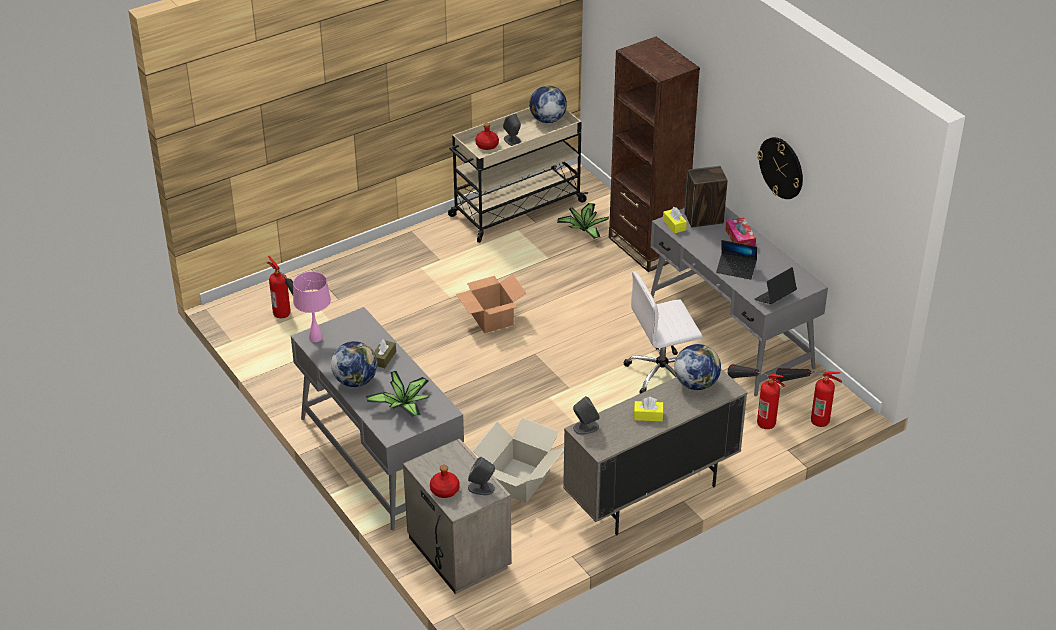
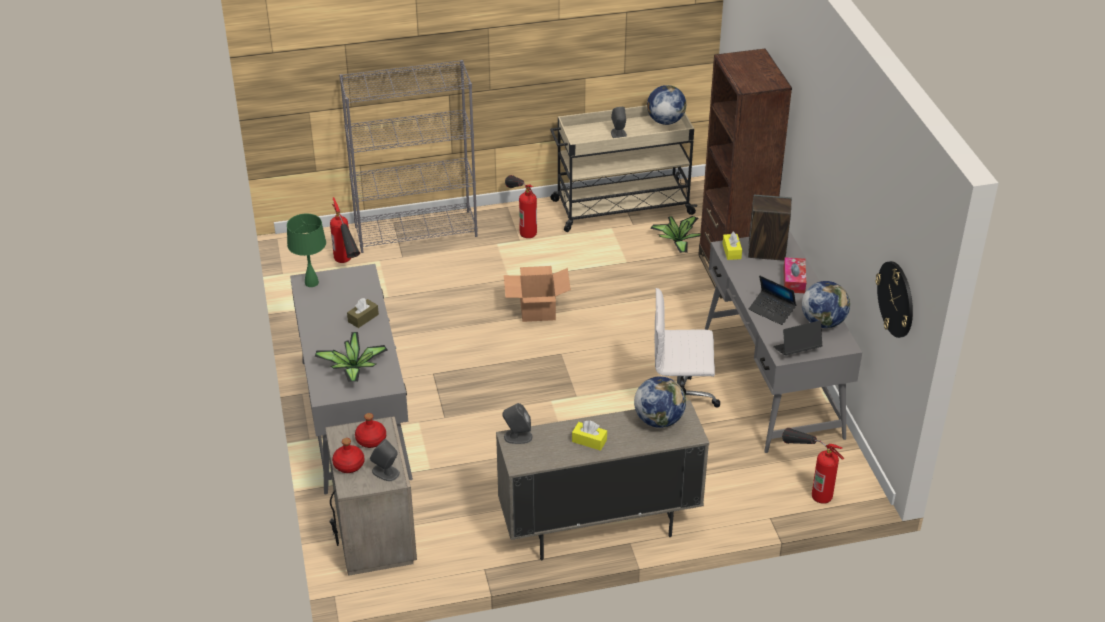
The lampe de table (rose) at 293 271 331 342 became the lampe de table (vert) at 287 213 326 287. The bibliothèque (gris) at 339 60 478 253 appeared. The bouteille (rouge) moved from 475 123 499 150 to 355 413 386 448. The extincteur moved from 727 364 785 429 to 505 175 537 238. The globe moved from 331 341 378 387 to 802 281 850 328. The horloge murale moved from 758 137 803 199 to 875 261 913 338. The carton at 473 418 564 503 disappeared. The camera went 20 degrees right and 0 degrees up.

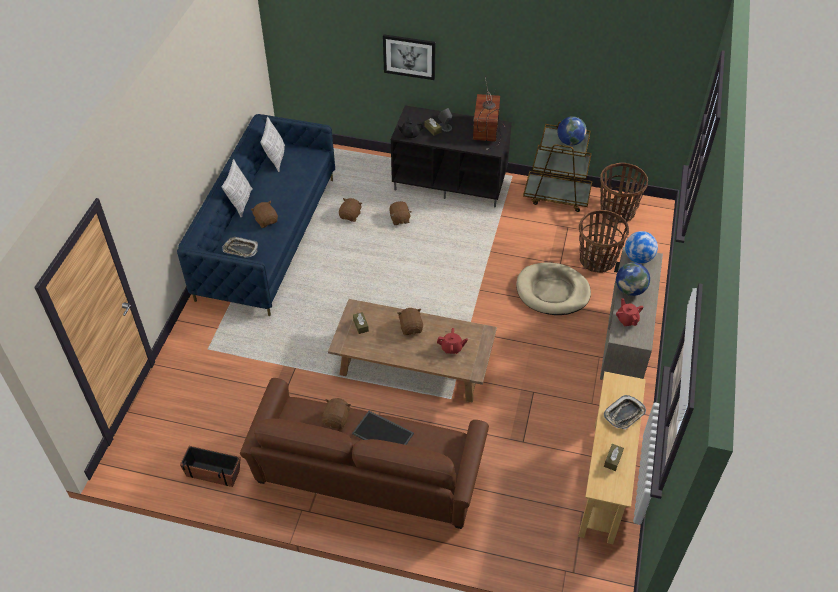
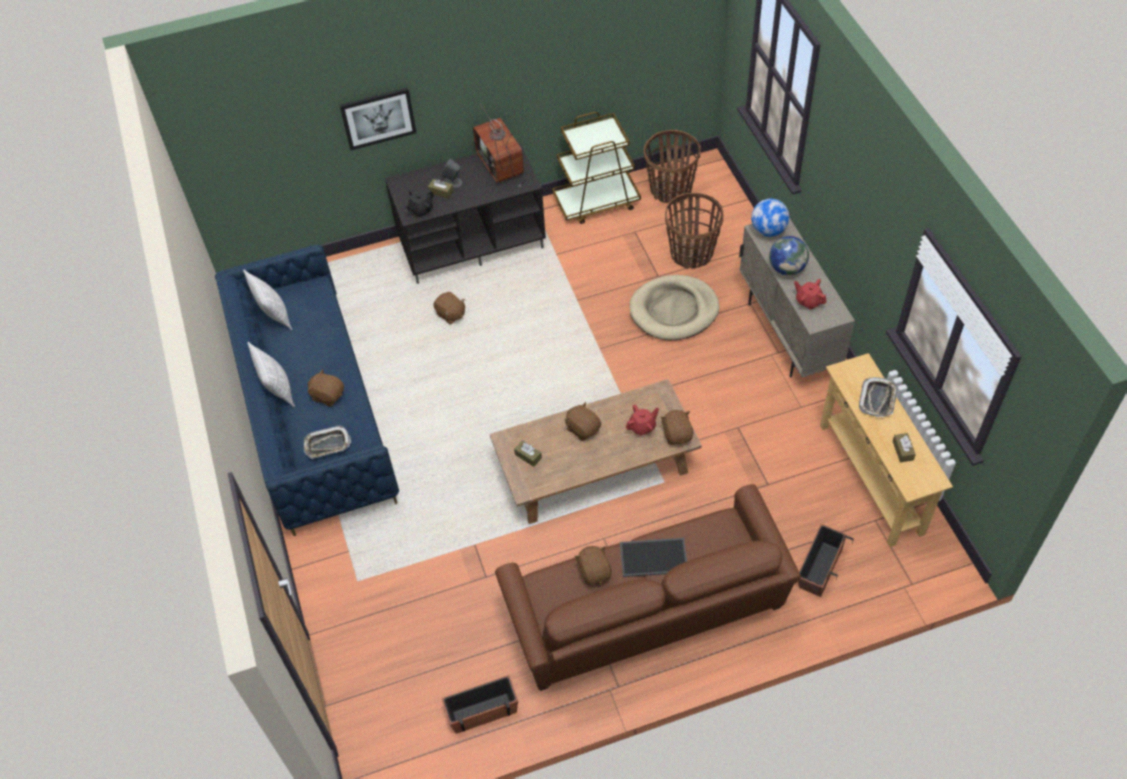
The peluche (marron) moved from 339 198 362 222 to 660 410 693 445. The cache-pot at 798 524 854 597 appeared. The globe at 557 116 587 146 disappeared. The camera went 30 degrees left and 5 degrees up.

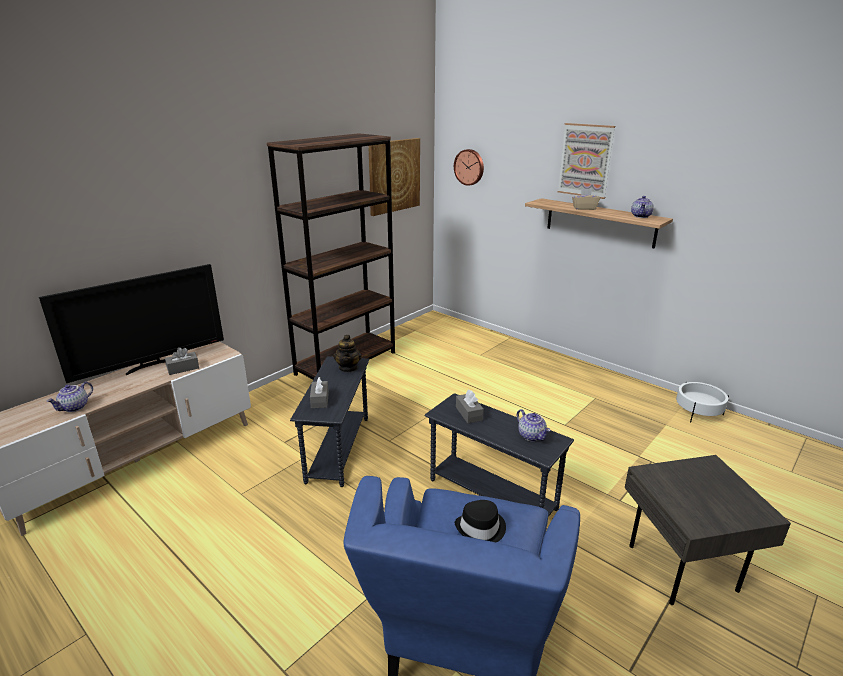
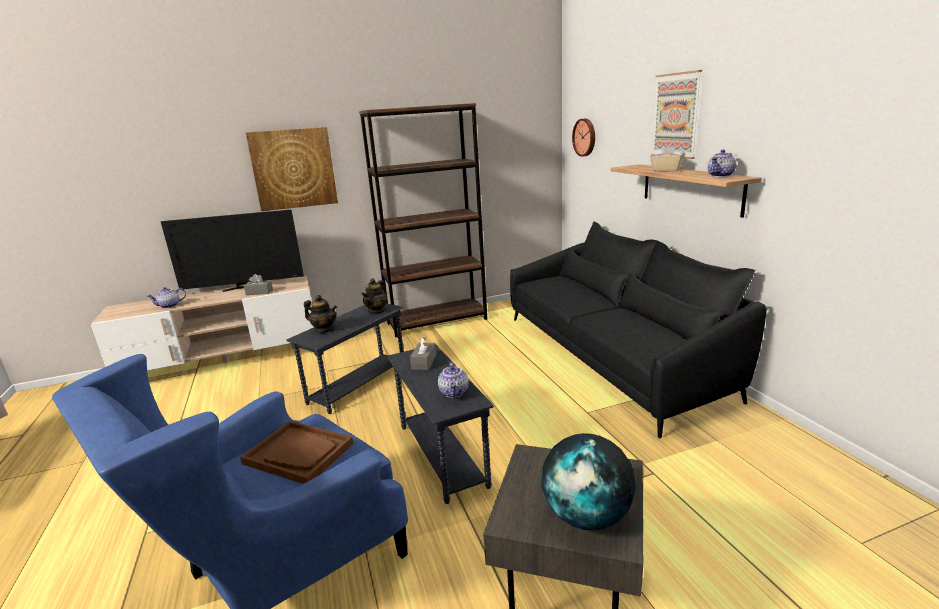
The chapeau (noir) at 455 500 506 543 was replaced by the plateau (marron) at 240 421 354 484. The tableau moved from 368 138 420 216 to 246 127 338 211. The boîte à mouchoirs (gris) at 310 377 329 408 was replaced by the théière at 304 295 337 333. The canapé (noir) at 510 222 767 439 appeared. The globe at 542 433 636 531 appeared. The cache-pot (blanc) at 676 382 729 422 disappeared. The camera went 30 degrees right and 5 degrees down.

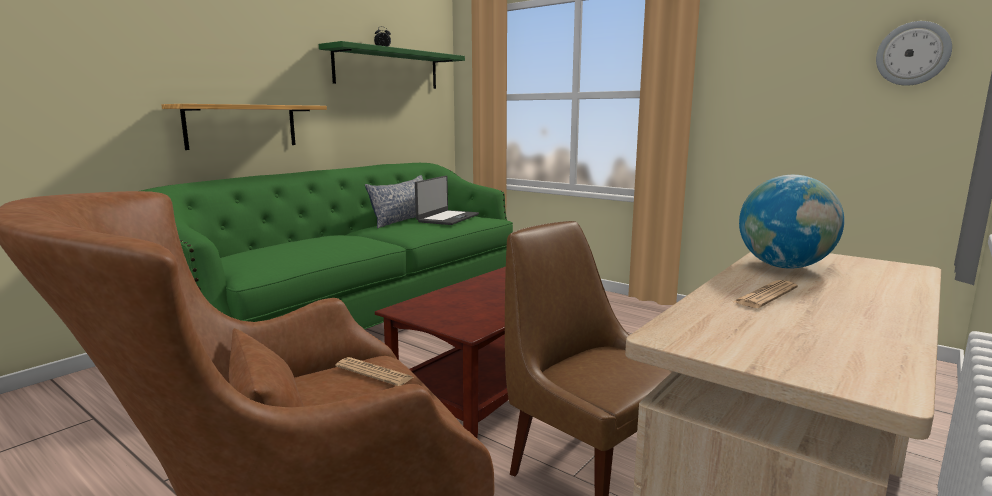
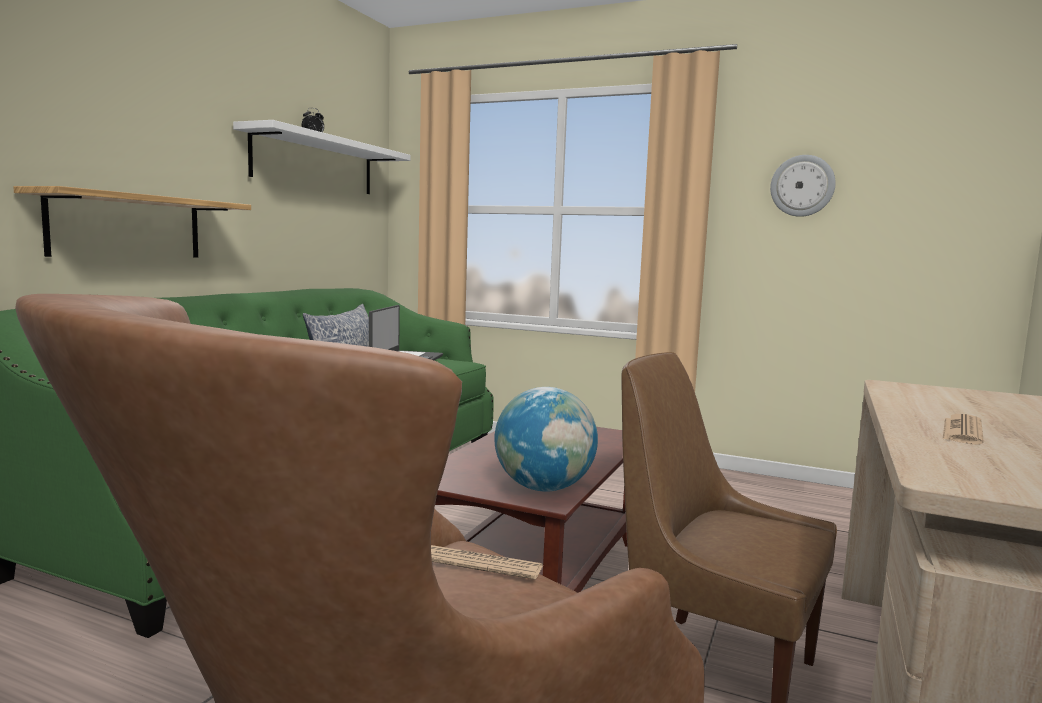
The étagère (vert) at 319 41 465 89 became the étagère (blanc) at 233 120 410 194. The globe moved from 739 175 844 269 to 494 387 598 492. The horloge murale moved from 876 21 952 86 to 770 155 836 217. The camera went 15 degrees left and 5 degrees down.

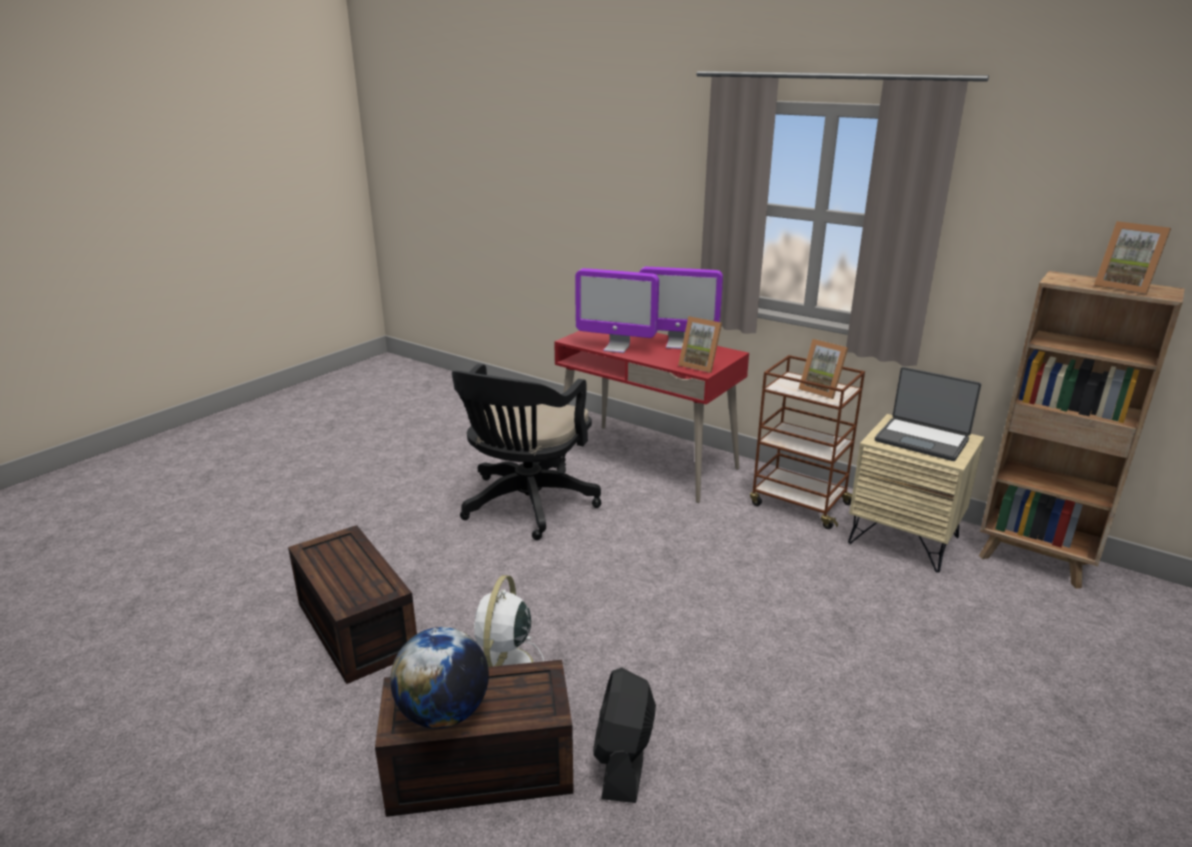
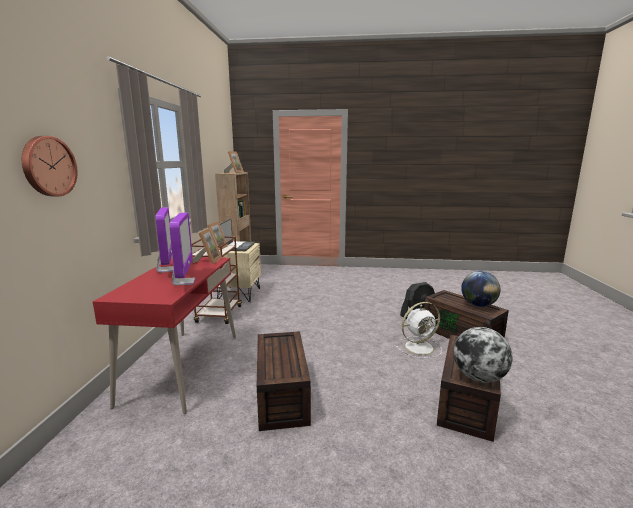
The horloge murale at 22 136 78 196 appeared. The chaise de bureau (noir) at 452 364 601 540 was replaced by the boîte de rangement (marron) at 257 331 311 431. The globe at 454 327 513 383 appeared. The camera went 120 degrees left and 10 degrees down.

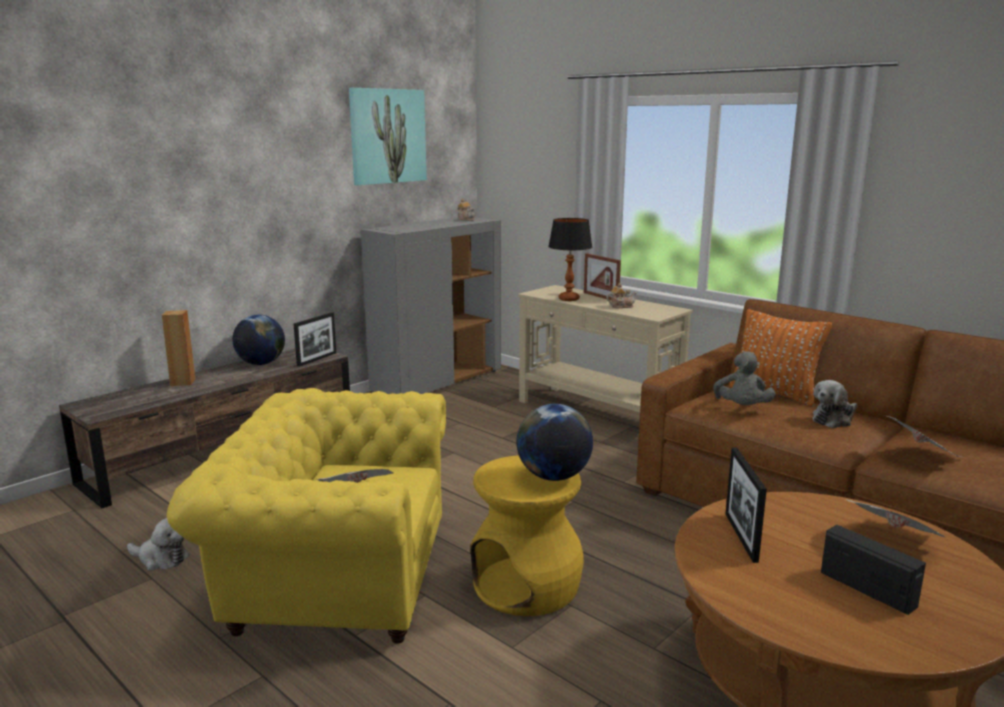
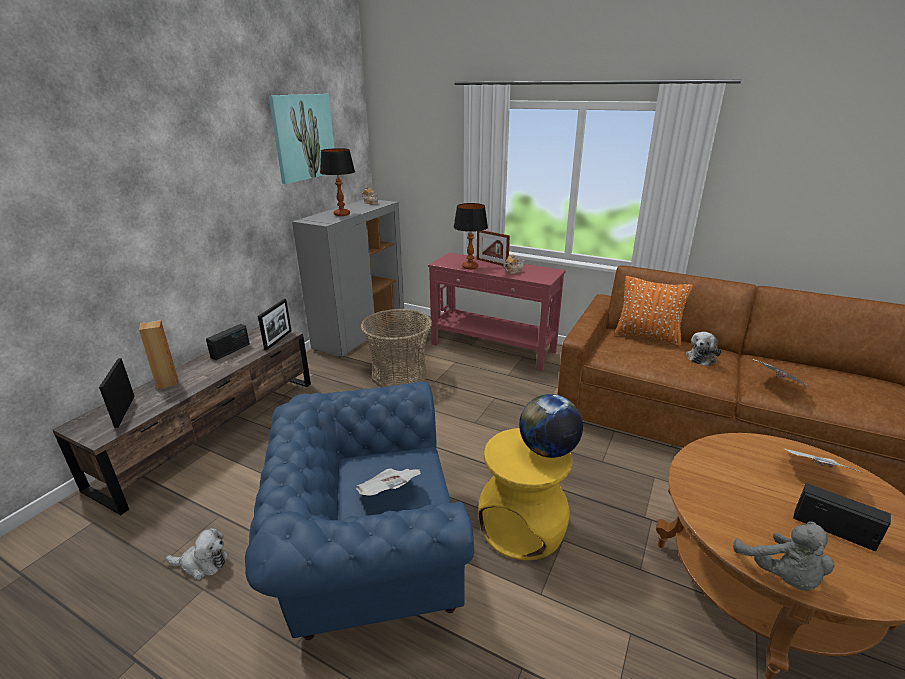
The cadre photo moved from 725 448 767 563 to 99 358 135 428. The globe at 232 315 285 365 was replaced by the radio at 206 324 250 360. The fauteuil (jaune) at 167 388 446 644 became the fauteuil (bleu) at 245 382 474 640. The lampe de table at 320 148 355 216 appeared. The panier at 360 309 432 388 appeared. The table console (beige) at 518 285 693 412 became the table console (rouge) at 428 253 566 371. The peluche (gris) moved from 713 352 775 405 to 733 521 835 591. The camera went 15 degrees left and 10 degrees up.

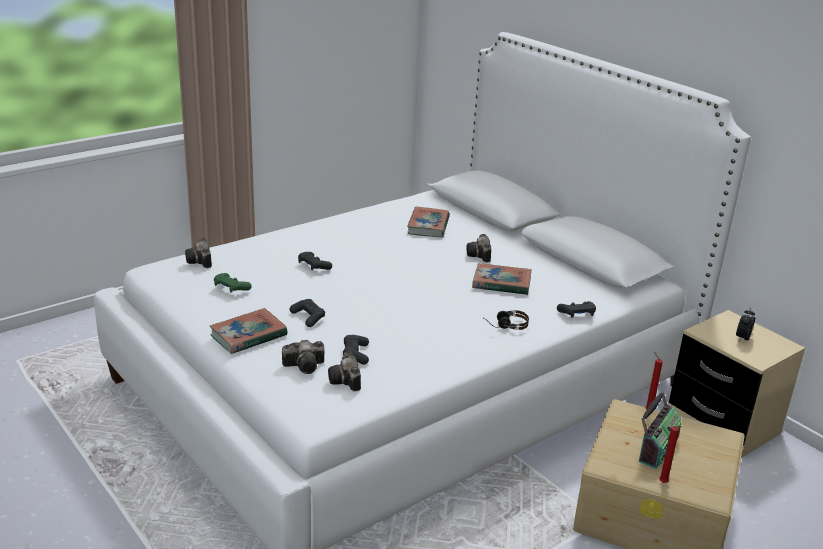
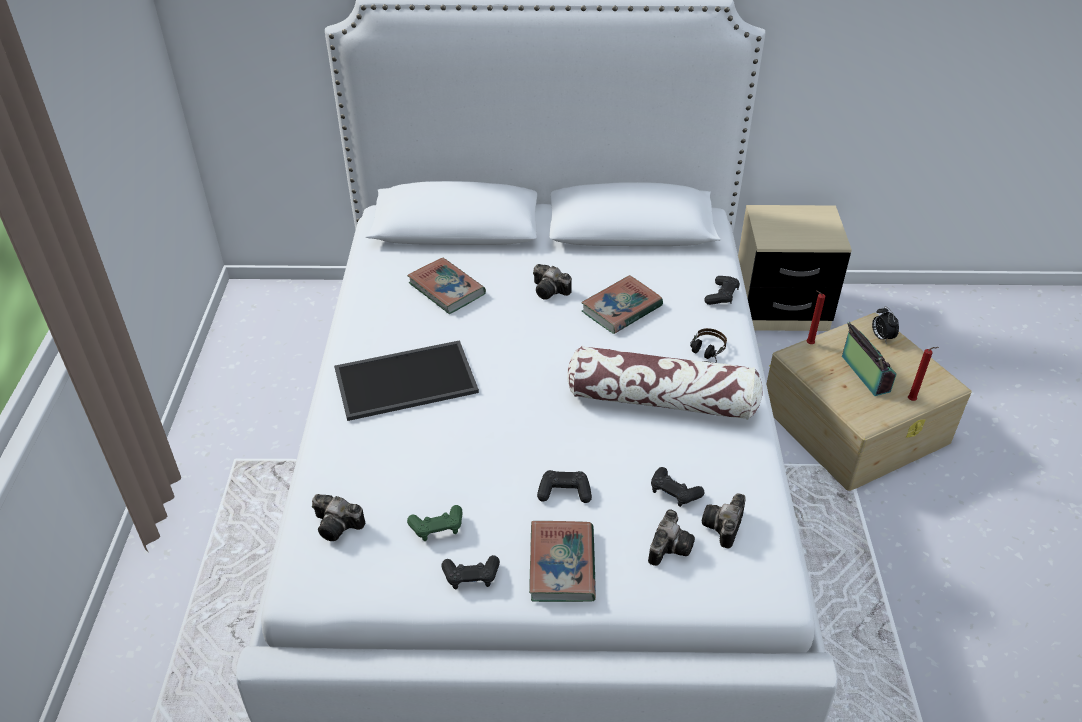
The plateau at 334 340 479 421 appeared. The manette (noir) moved from 298 252 332 270 to 441 555 500 589. The coussin at 567 346 763 420 appeared. The appareil photo at 328 351 361 391 turned 90 degrees clockwise. The réveil moved from 736 308 755 342 to 872 306 899 342. The camera went 50 degrees left and 15 degrees up.

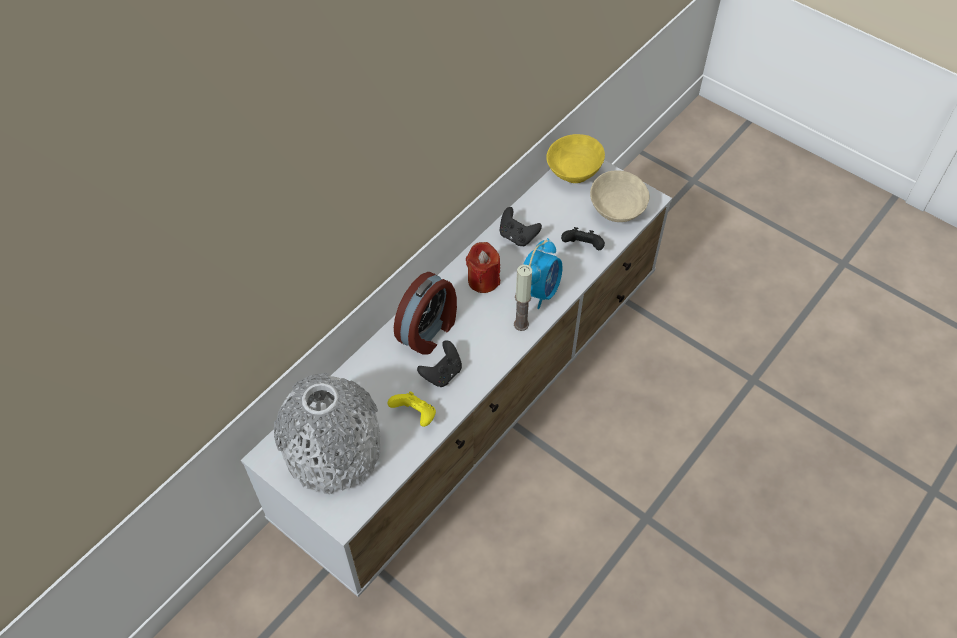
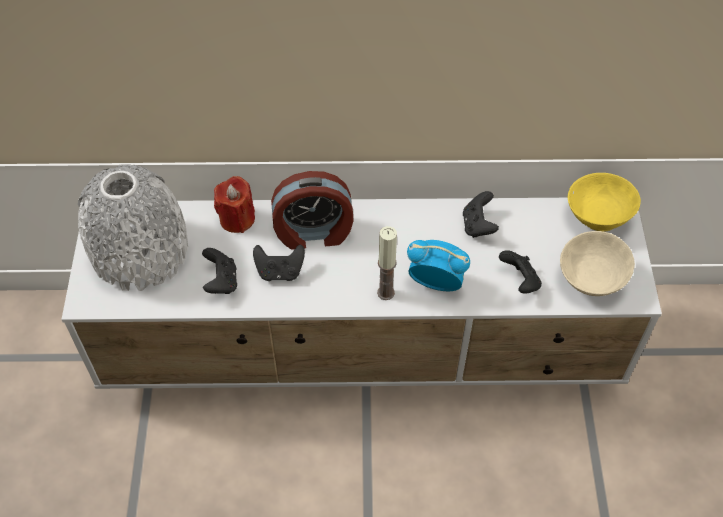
The manette (jaune) at 388 392 436 427 became the manette (noir) at 202 248 237 294. The bougie (rouge) moved from 466 242 500 293 to 214 176 255 233. The réveil at 523 238 562 309 turned 150 degrees counterclockwise. The camera went 50 degrees right and 0 degrees up.

